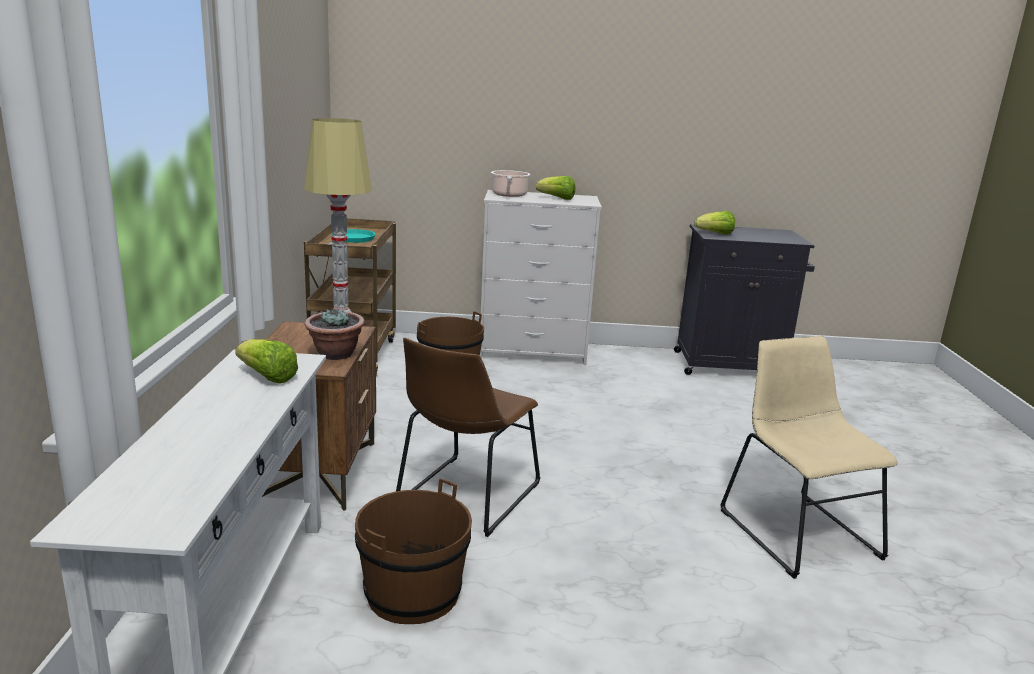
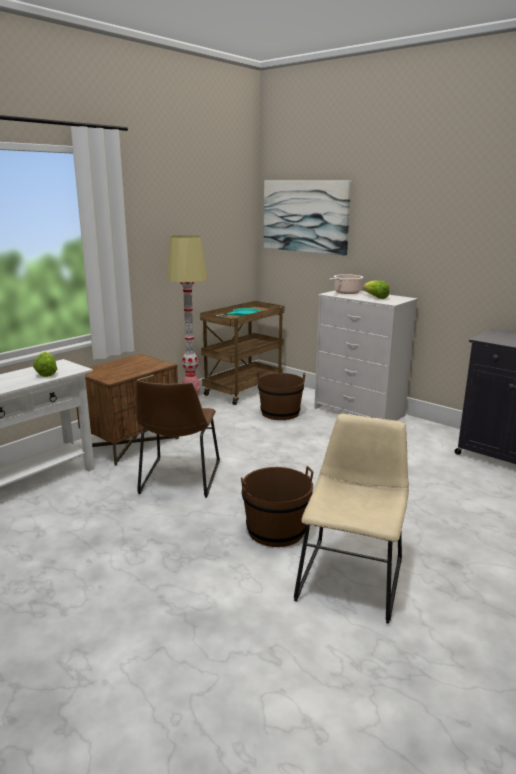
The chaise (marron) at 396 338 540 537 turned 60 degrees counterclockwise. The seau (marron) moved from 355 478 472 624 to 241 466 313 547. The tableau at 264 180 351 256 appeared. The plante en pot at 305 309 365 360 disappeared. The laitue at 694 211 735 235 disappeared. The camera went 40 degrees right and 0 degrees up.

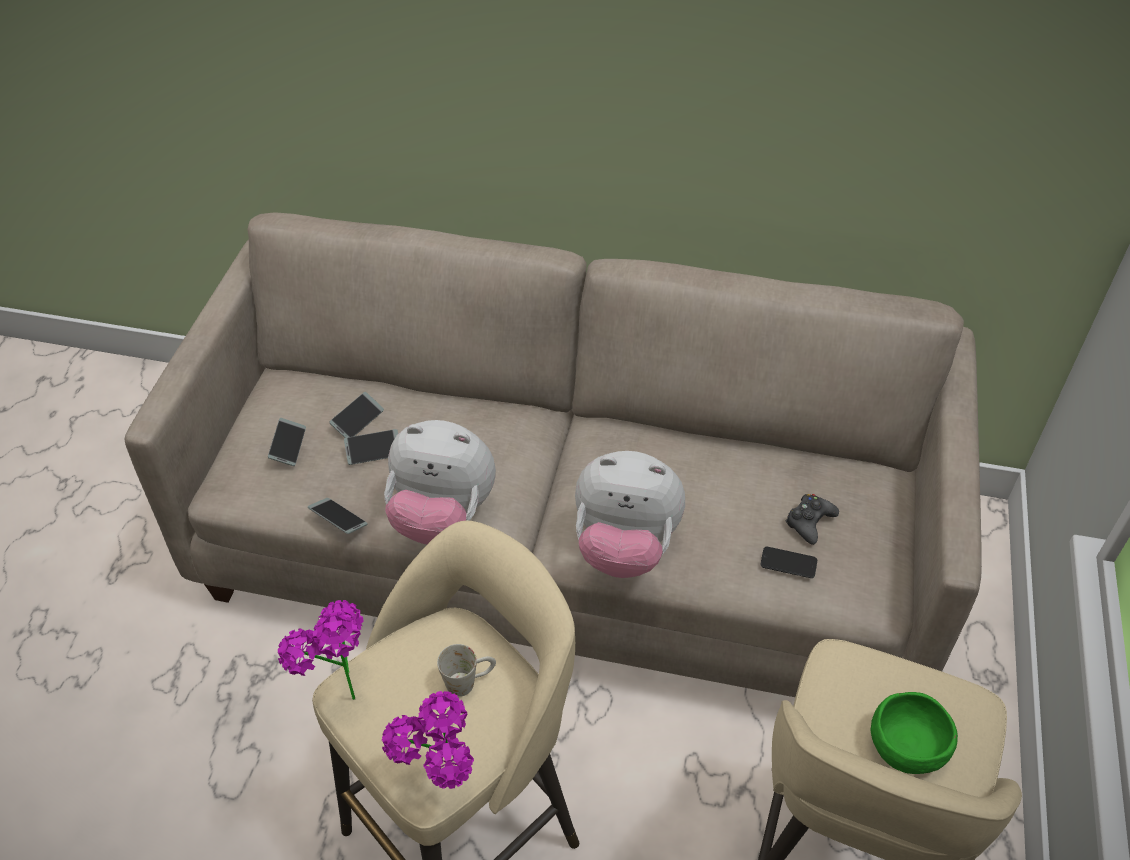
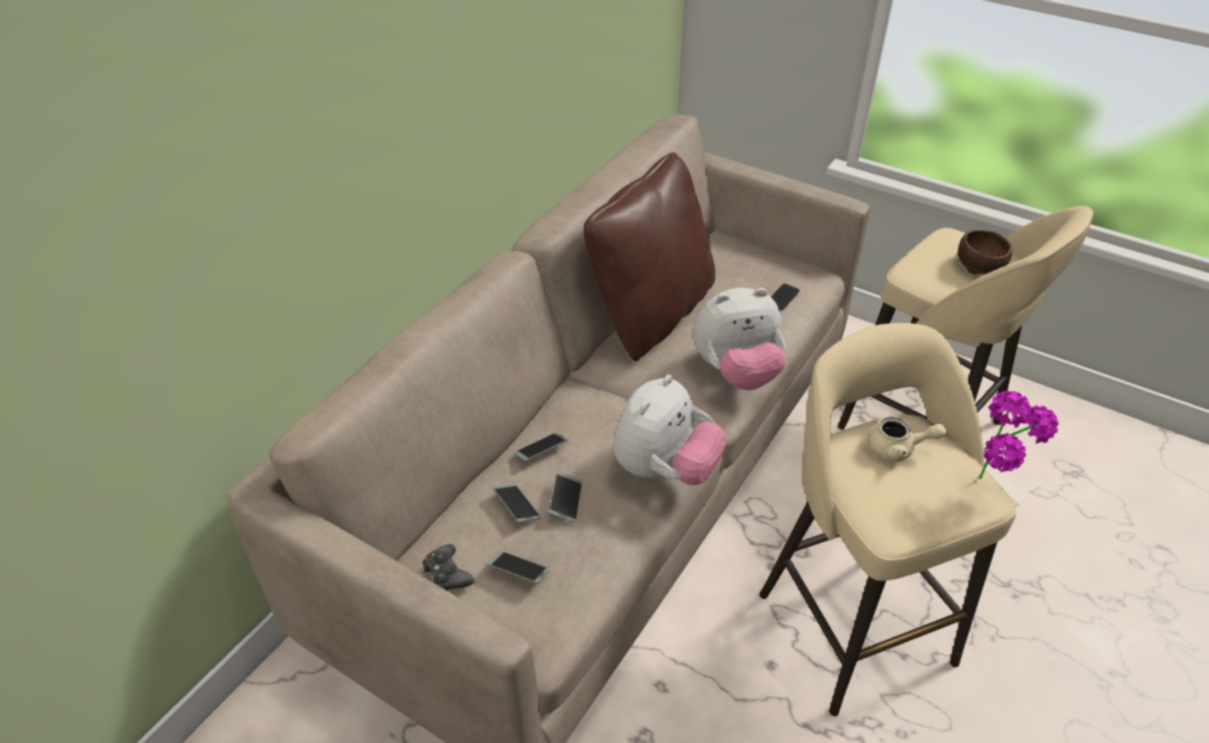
The manette (noir) moved from 785 494 839 545 to 423 544 475 591. The téléphone moved from 308 498 368 534 to 514 432 569 461. The coussin (marron) at 584 152 715 361 appeared. The peluche at 575 451 685 578 turned 45 degrees clockwise. The mug (blanc) at 437 644 496 697 was replaced by the théière (beige) at 867 417 946 462. The bol (vert) at 871 692 958 774 became the bol (marron) at 958 230 1012 275. The plante en pot at 278 600 364 700 disappeared. The camera went 70 degrees left and 5 degrees down.

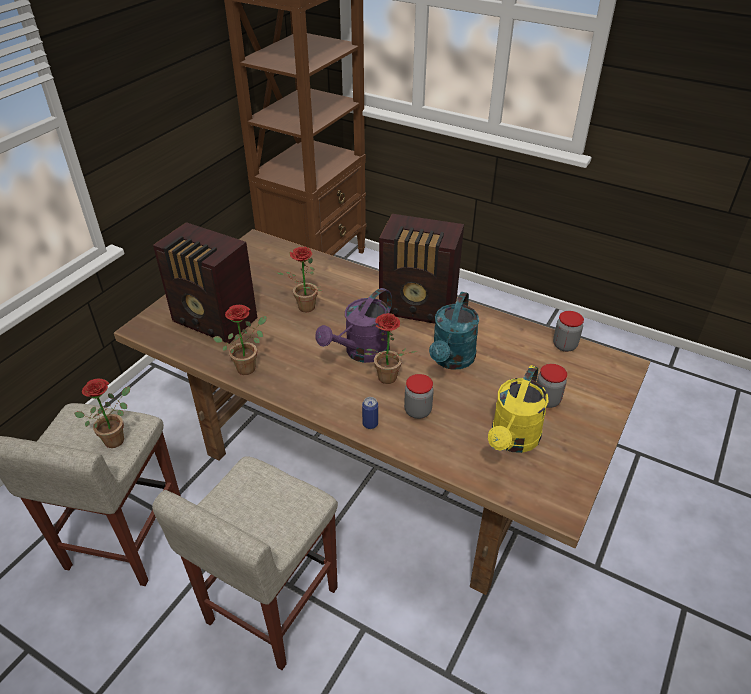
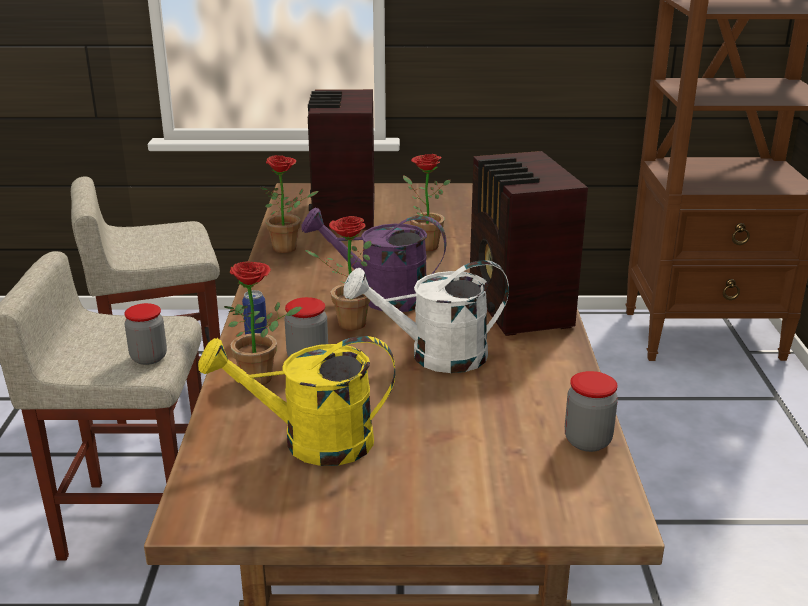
The bocal moved from 537 364 567 408 to 124 303 167 365. The plante en pot moved from 74 378 130 448 to 224 261 302 385. The arrosoir (turquoise) at 429 292 479 369 became the arrosoir (blanc) at 343 260 509 373. The camera went 60 degrees right and 15 degrees down.

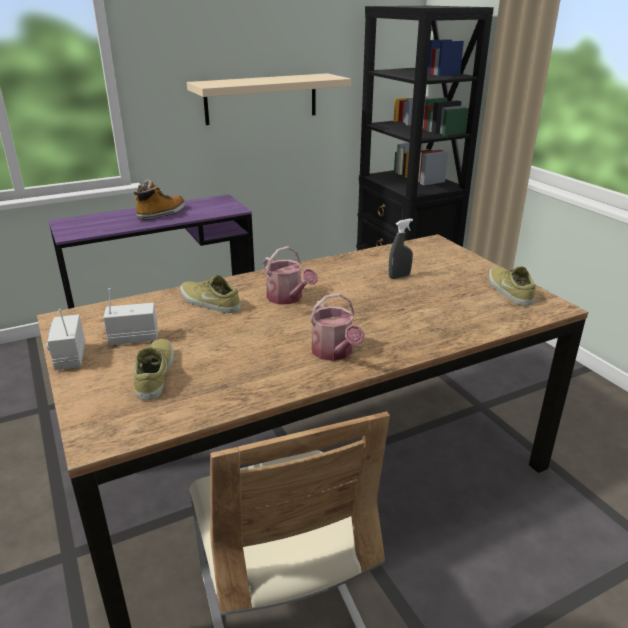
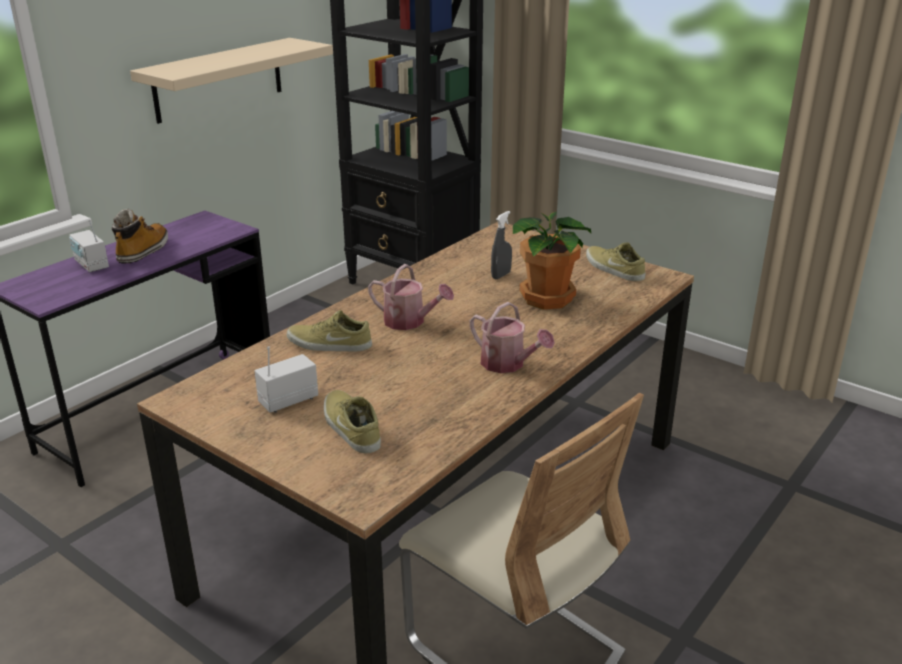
The radio moved from 47 309 85 370 to 69 219 109 272. The plante en pot at 513 211 591 310 appeared. The camera went 25 degrees left and 0 degrees up.

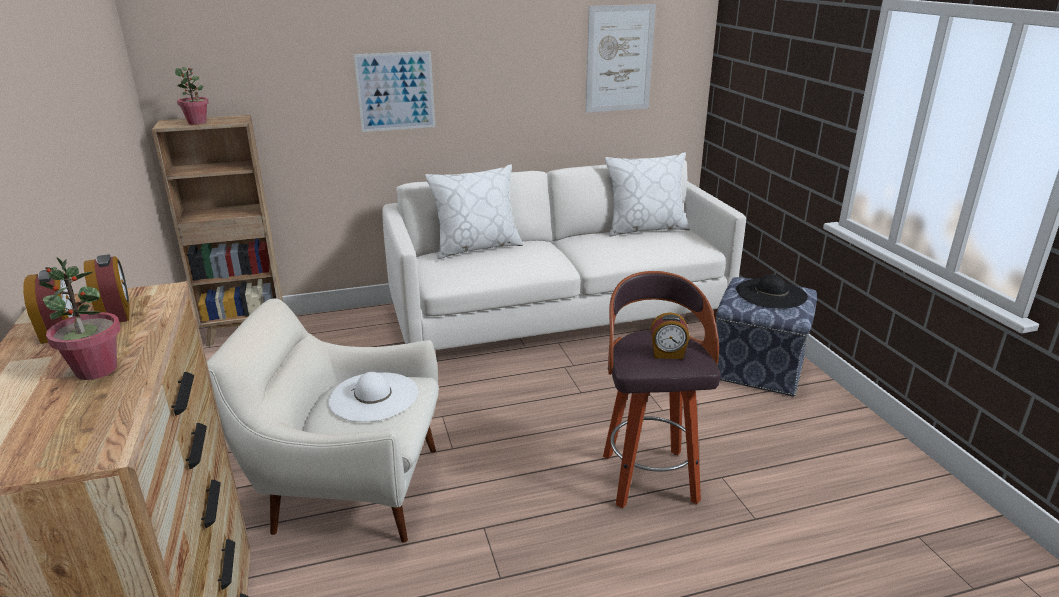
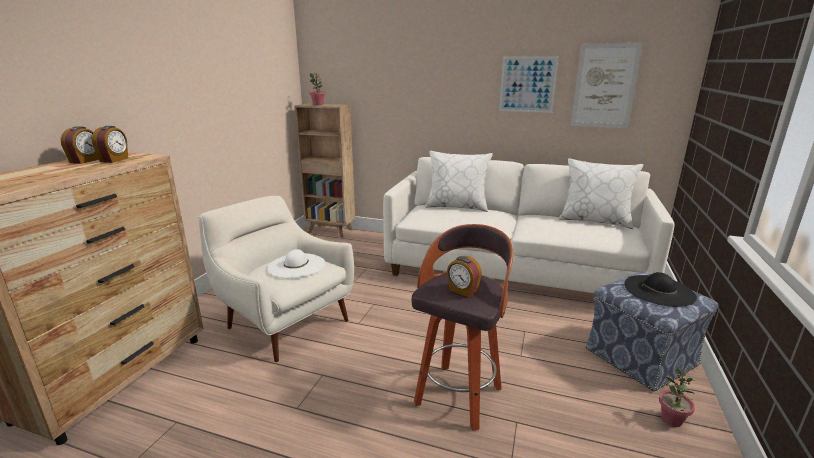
The tableau moved from 354 51 435 132 to 499 56 559 113. The plante en pot moved from 39 257 121 380 to 659 367 695 427. The camera went 35 degrees right and 5 degrees down.

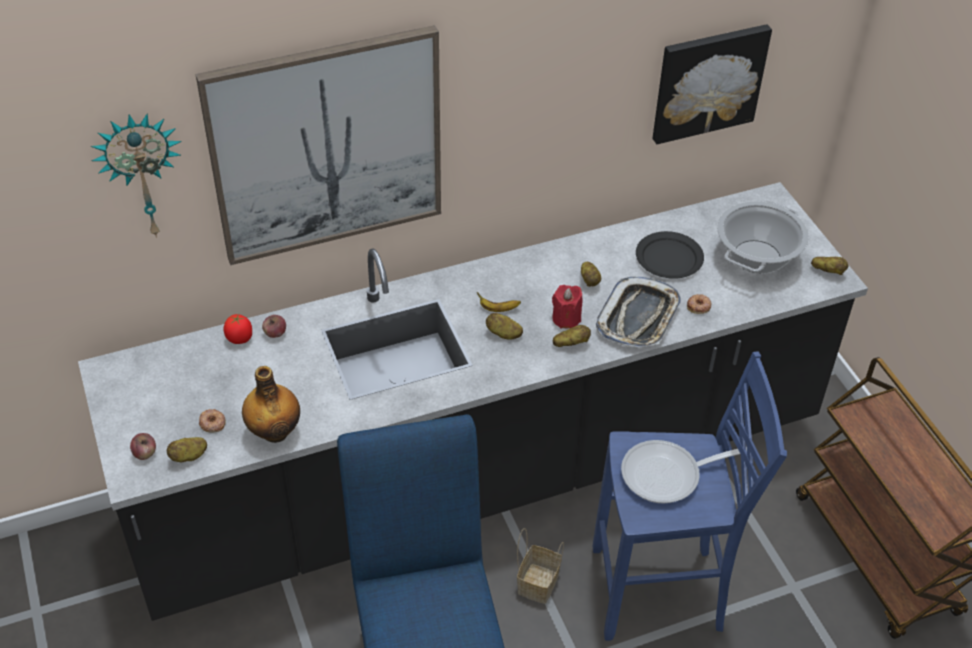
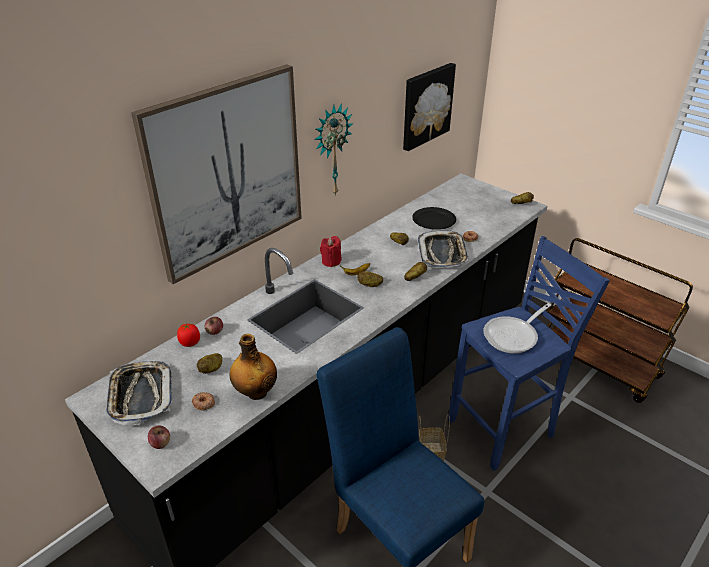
The plateau at 106 361 172 426 appeared. The pomme de terre moved from 167 437 207 462 to 197 353 222 374. The horloge murale moved from 91 113 182 238 to 314 103 353 196. The bougie (rouge) moved from 552 285 583 329 to 320 236 341 267. The marmite at 717 201 809 274 disappeared. The camera went 25 degrees left and 10 degrees down.

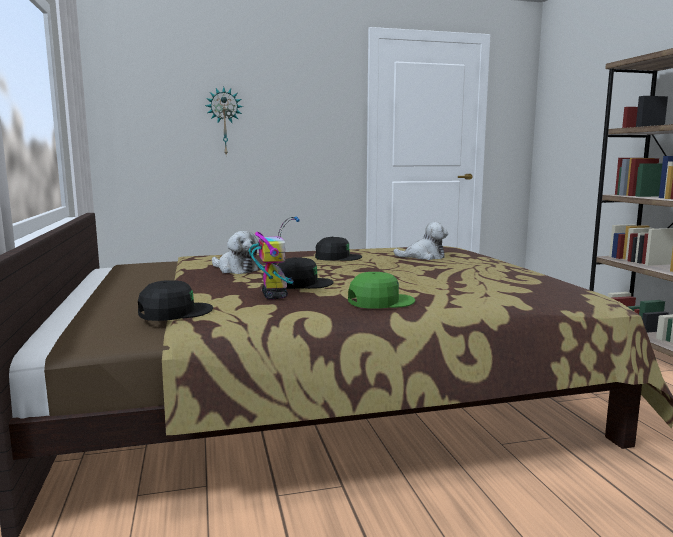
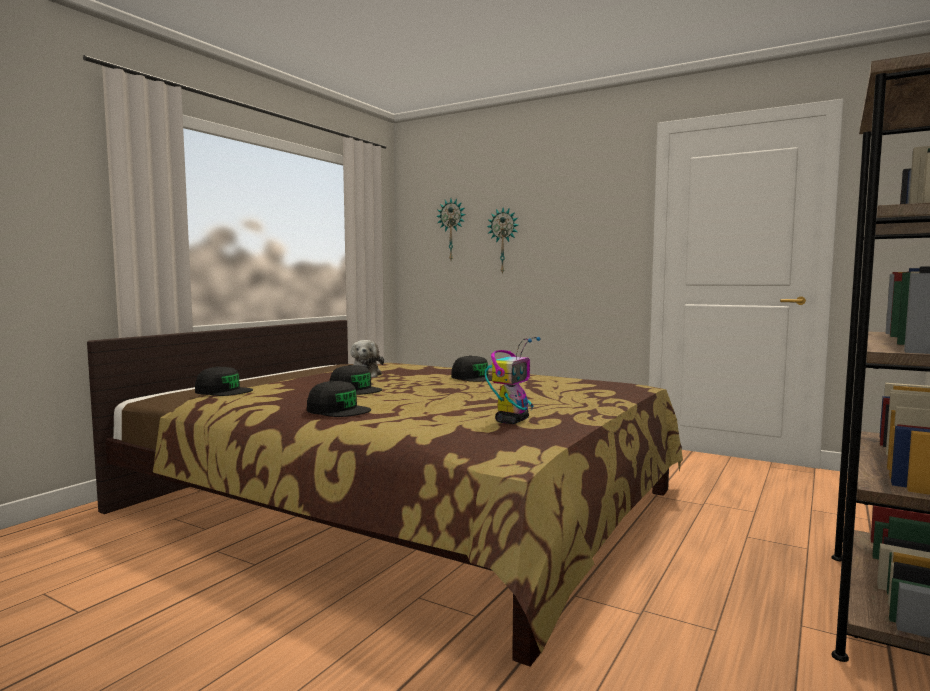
The casquette (vert) at 348 272 415 309 became the casquette (noir) at 307 381 371 417. The horloge murale at 436 199 466 260 appeared. The robot jouet moved from 248 217 300 299 to 485 337 540 424. The peluche at 393 222 448 260 disappeared. The camera went 45 degrees right and 5 degrees down.

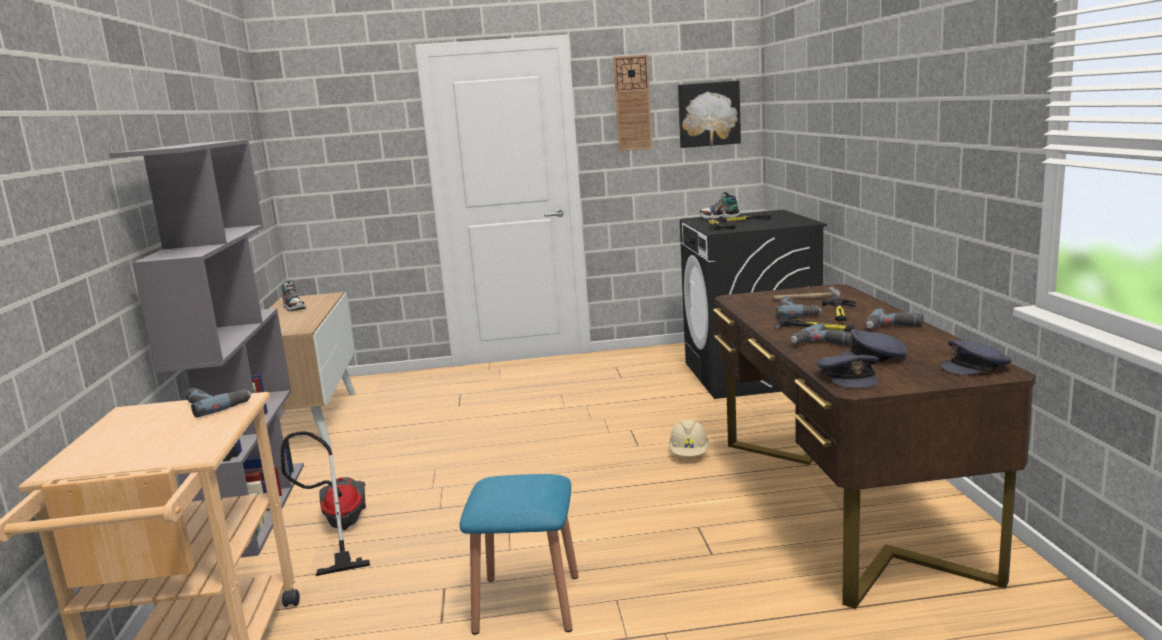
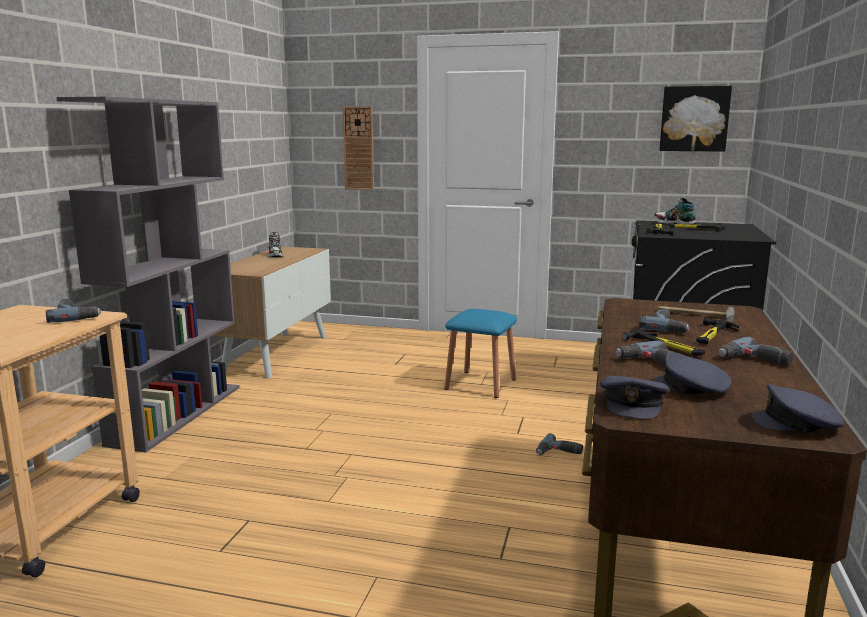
The horloge murale moved from 613 54 652 151 to 343 106 374 190. The tabouret (bleu) moved from 460 474 579 635 to 444 309 517 398. The casque de chantier (beige) at 668 419 709 456 was replaced by the perceuse at 536 433 583 455. The aspirateur at 281 431 370 576 disappeared. The camera went 20 degrees right and 0 degrees up.

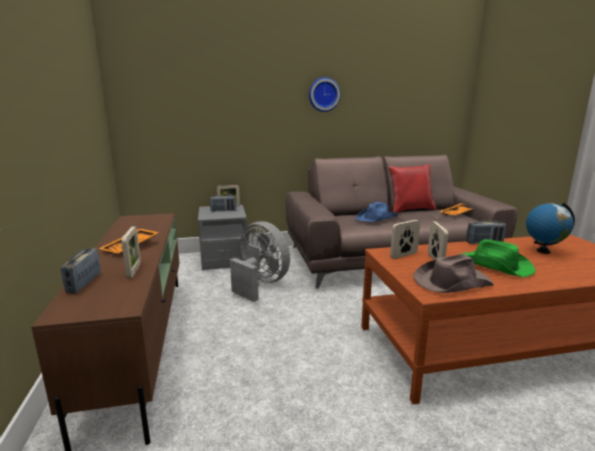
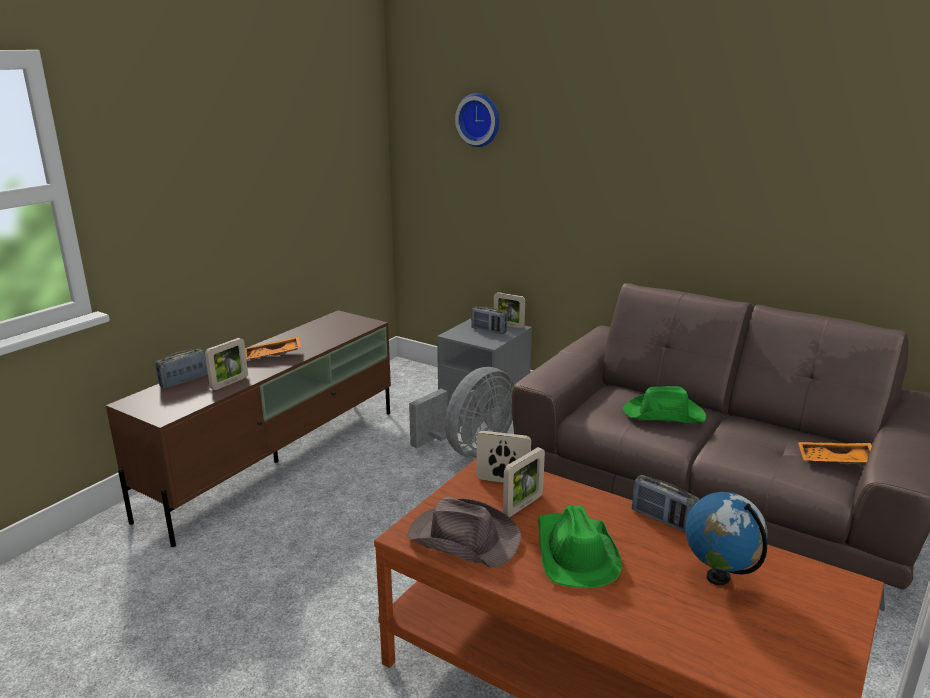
The ventilateur (gris) at 230 221 290 302 turned 45 degrees clockwise. The horloge murale moved from 309 77 341 112 to 455 93 499 147. The chapeau (bleu) at 356 202 398 222 became the chapeau (vert) at 623 386 706 423. The coussin (rouge) at 389 164 437 213 disappeared. The camera went 45 degrees right and 5 degrees up.

